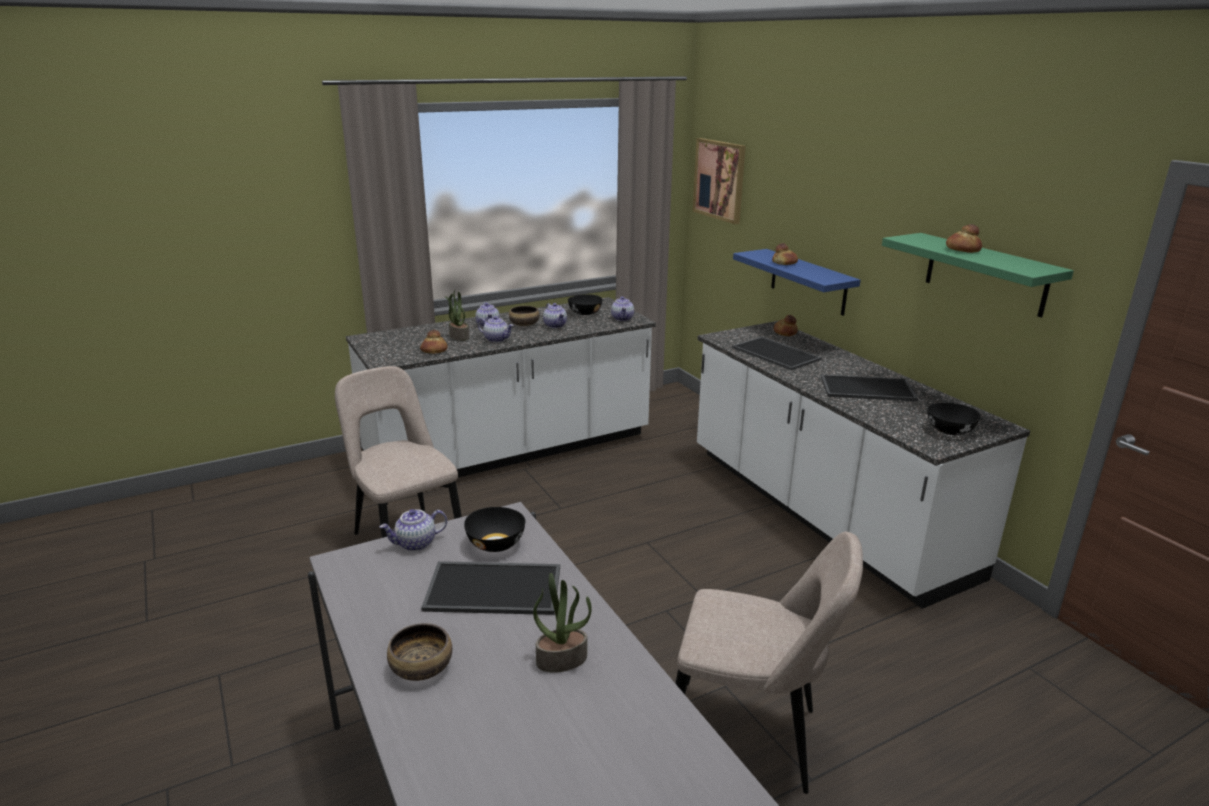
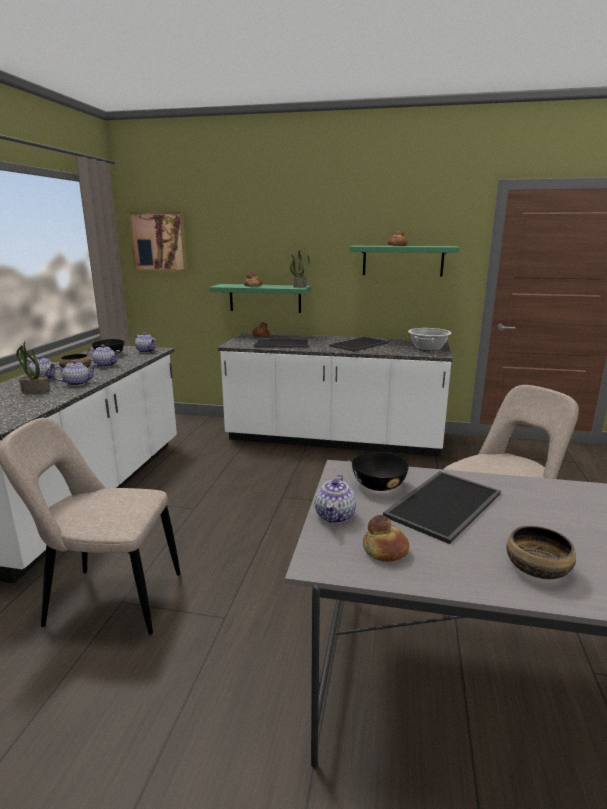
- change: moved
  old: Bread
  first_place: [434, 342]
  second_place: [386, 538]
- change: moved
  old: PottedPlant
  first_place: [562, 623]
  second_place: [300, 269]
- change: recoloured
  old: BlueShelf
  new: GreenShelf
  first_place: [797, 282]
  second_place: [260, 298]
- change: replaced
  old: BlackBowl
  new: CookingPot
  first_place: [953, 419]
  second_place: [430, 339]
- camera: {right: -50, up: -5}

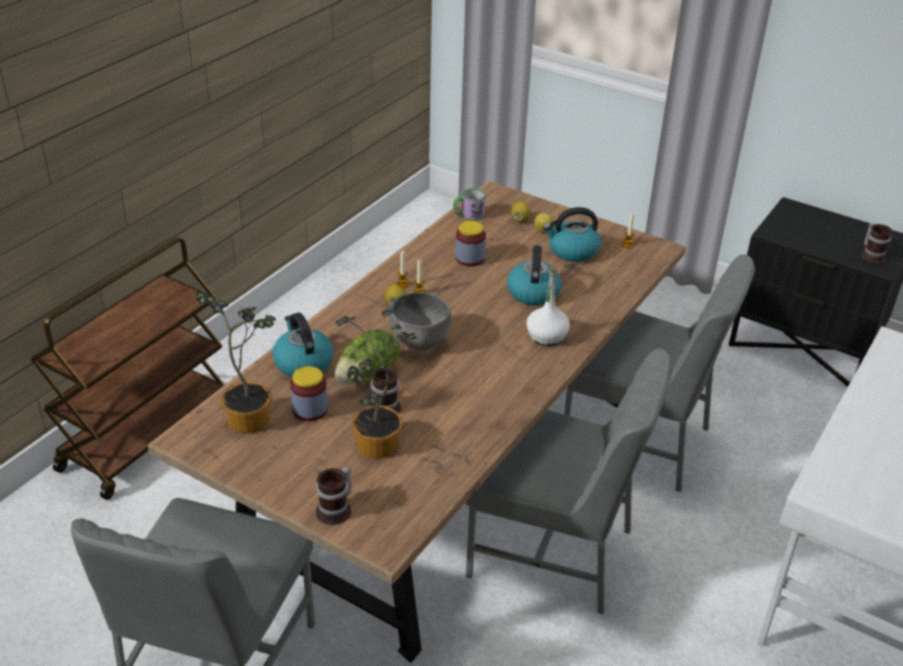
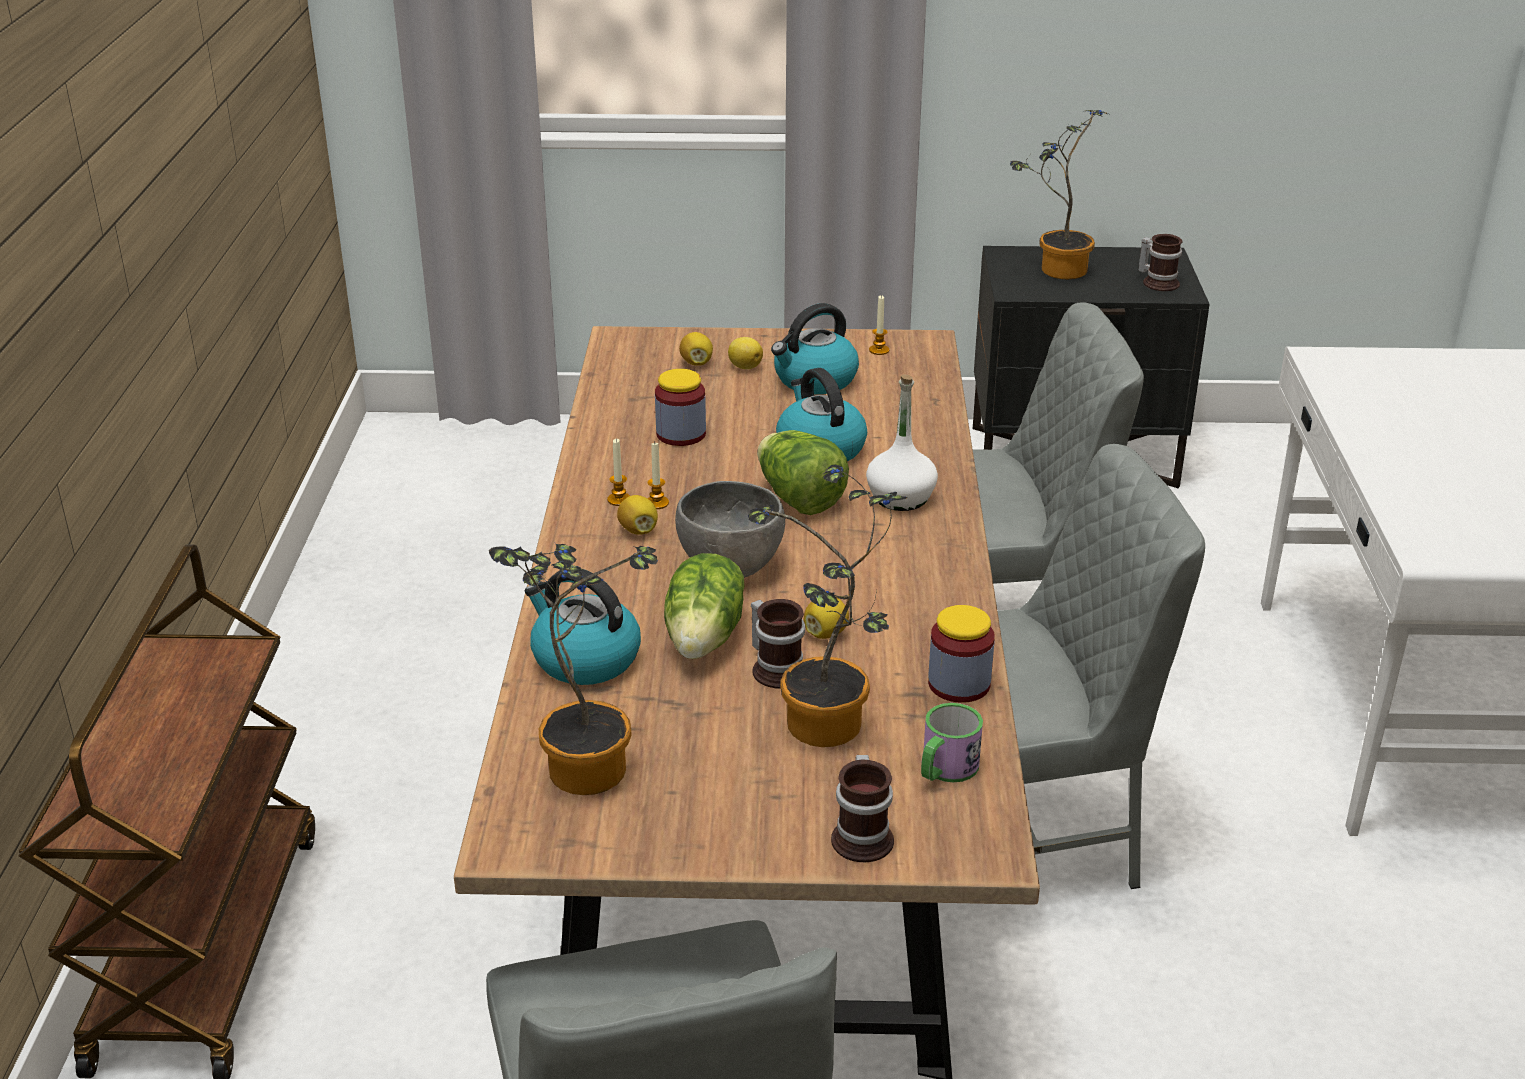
- change: moved
  old: Jar
  first_place: [309, 393]
  second_place: [961, 654]
- change: moved
  old: Mug
  first_place: [469, 205]
  second_place: [952, 742]
- change: added
  new: Lettuce
  second_place: [803, 472]
- change: added
  new: Lemon
  second_place: [826, 618]
- change: added
  new: PottedPlant
  second_place: [1060, 194]
- camera: {right: -30, up: -5}

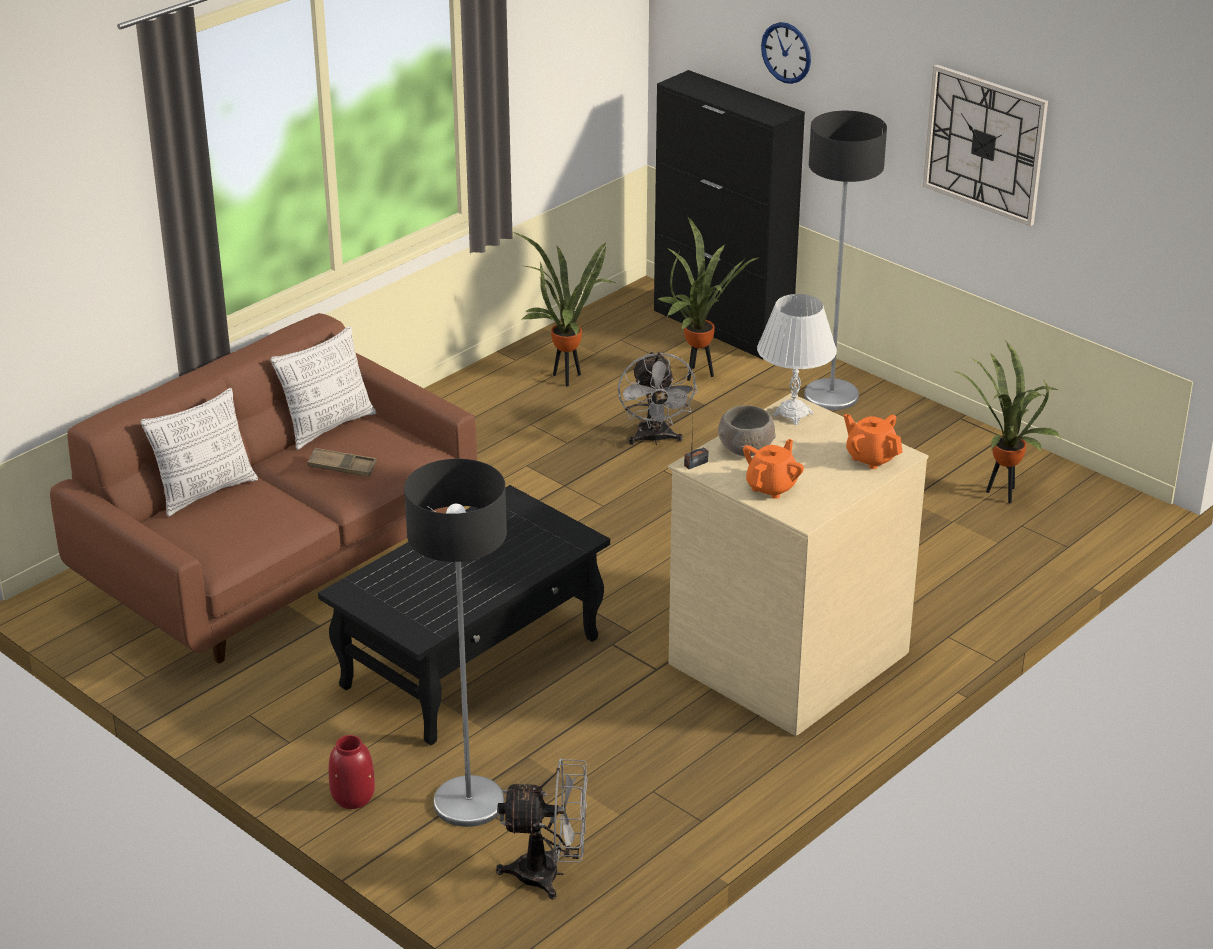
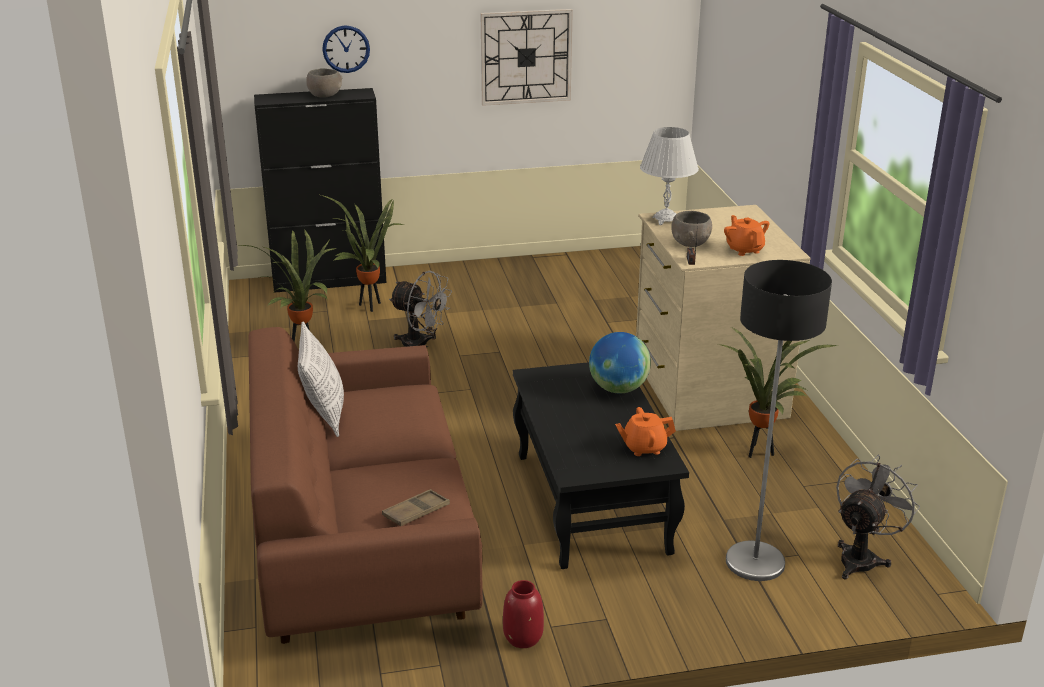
- change: removed
  old: Pillow
  first_place: [199, 452]
- change: moved
  old: BrownTray
  first_place: [342, 462]
  second_place: [416, 507]
- change: moved
  old: RedVase
  first_place: [352, 772]
  second_place: [523, 614]
- change: removed
  old: FloorLamp
  first_place: [845, 260]
- change: moved
  old: OrangeTeapot
  first_place: [873, 441]
  second_place: [645, 431]
- change: moved
  old: PottedPlant
  first_place: [1008, 422]
  second_place: [778, 392]
- change: added
  new: GreyBowl
  second_place: [324, 83]
- change: added
  new: Globe
  second_place: [620, 362]
- camera: {right: -55, up: -5}

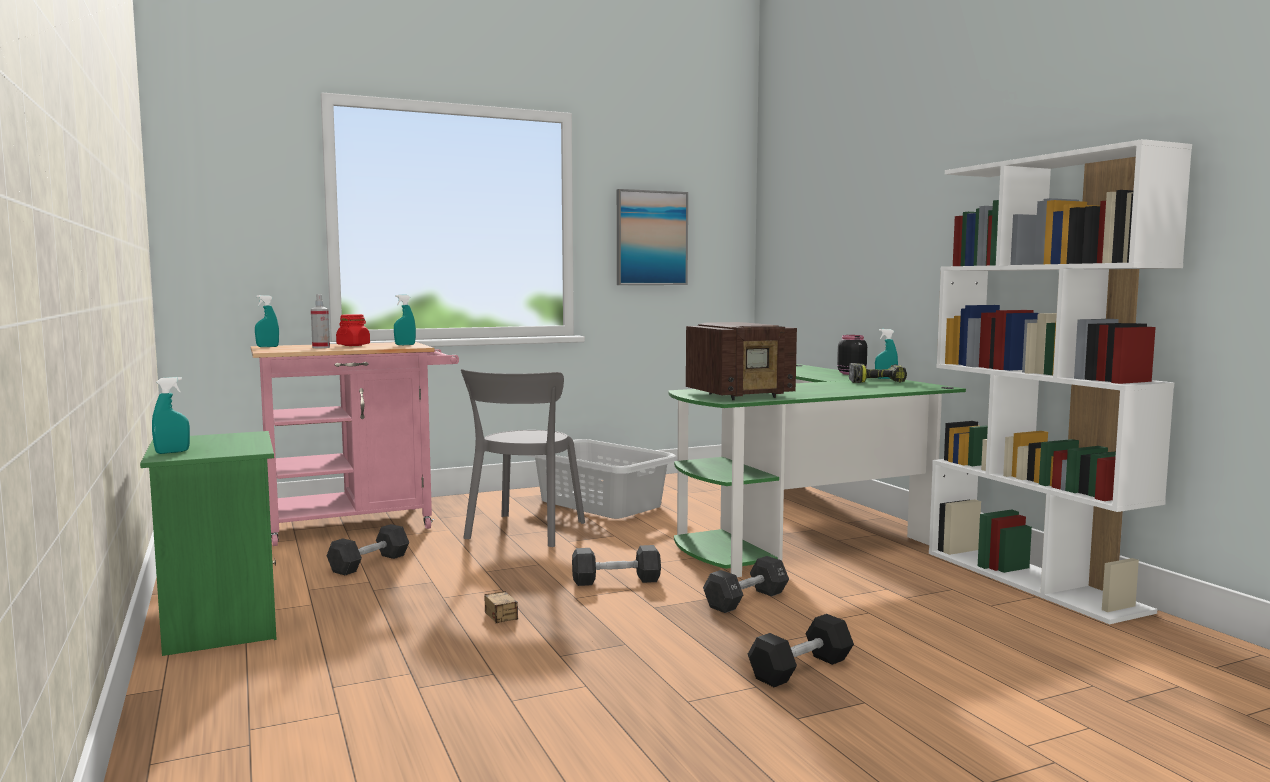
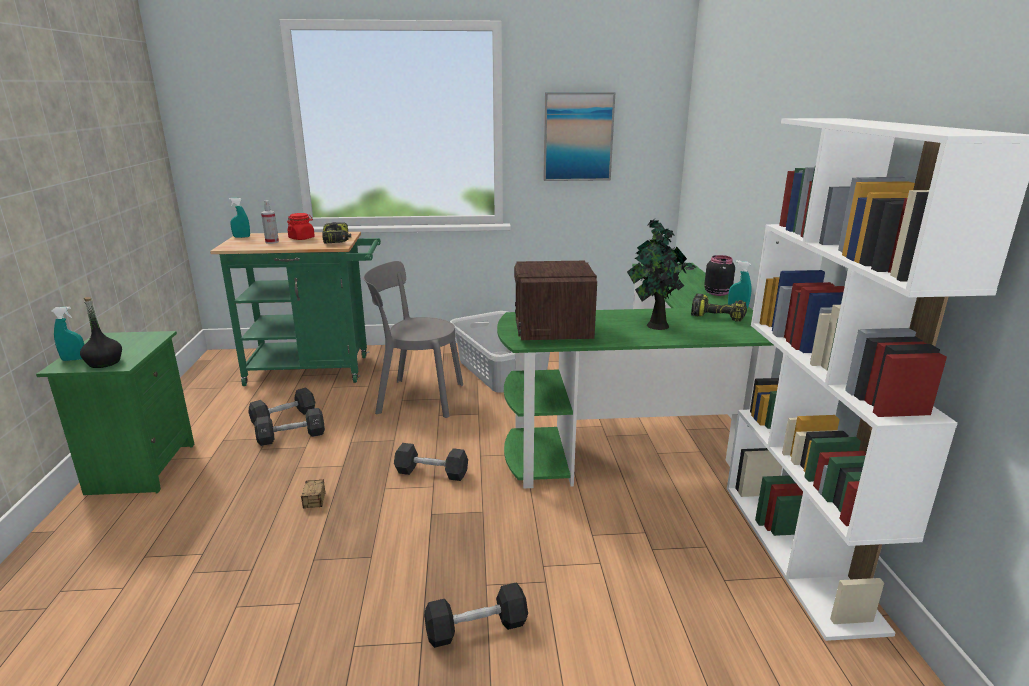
- change: recoloured
  old: PinkCart
  new: GreenCart
  first_place: [355, 444]
  second_place: [295, 309]
- change: replaced
  old: TurquoiseSprayBottle
  new: PowerDrill
  first_place: [405, 320]
  second_place: [336, 232]
- change: turned
  old: GreyChair
  first_place: [523, 458]
  second_place: [413, 339]
  degrees: 60
- change: turned
  old: Radio
  first_place: [741, 361]
  second_place: [555, 300]
  degrees: 90
- change: moved
  old: BlackDumbbell
  first_place: [746, 584]
  second_place: [289, 427]
- change: added
  new: BlackBottle
  second_place: [101, 332]
- change: added
  new: PottedPlant
  second_place: [661, 274]
- camera: {right: 20, up: 15}

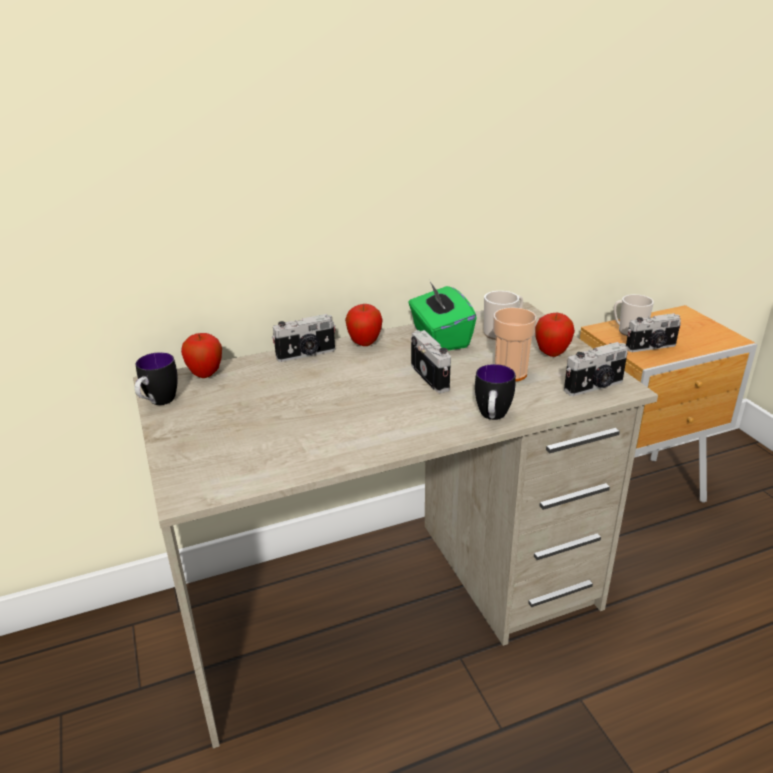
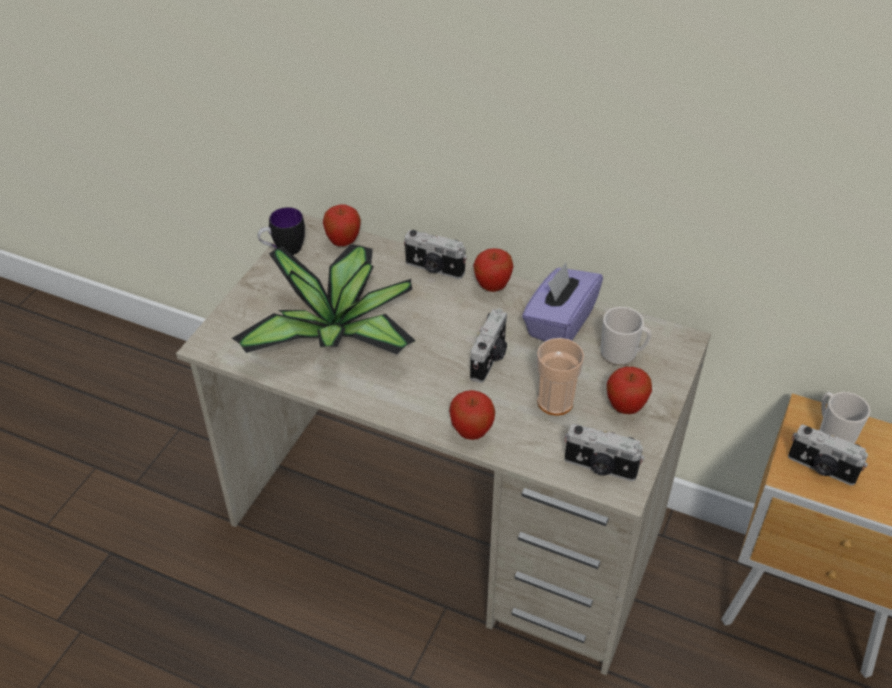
- change: recoloured
  old: GreenTissueBox
  new: PurpleTissueBox
  first_place: [442, 315]
  second_place: [562, 302]
- change: replaced
  old: Mug
  new: Apple
  first_place: [495, 392]
  second_place: [472, 415]
- change: added
  new: PottedPlant
  second_place: [324, 299]
- camera: {right: 45, up: 15}

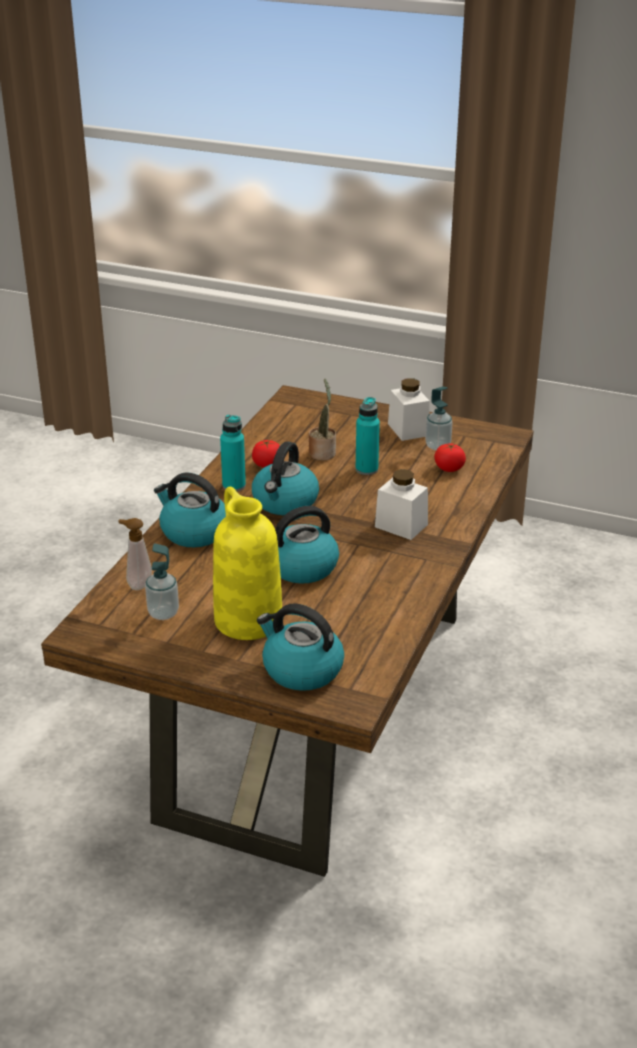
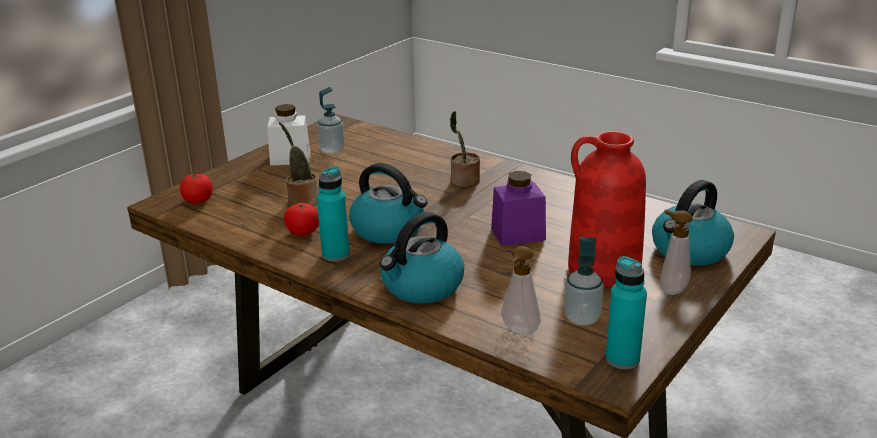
- change: recoloured
  old: YellowVase
  new: RedVase
  first_place: [247, 563]
  second_place: [607, 209]
- change: replaced
  old: Kettle
  new: PurpleJar
  first_place: [307, 545]
  second_place: [518, 208]
- change: moved
  old: TurquoiseBottle
  first_place: [368, 436]
  second_place: [626, 312]
- change: replaced
  old: WhiteJar
  new: PottedPlant
  first_place: [401, 504]
  second_place: [465, 149]
- change: moved
  old: Tomato
  first_place: [450, 457]
  second_place: [196, 188]
- change: added
  new: SoapDispenser
  second_place: [676, 252]
- camera: {right: -75, up: -5}

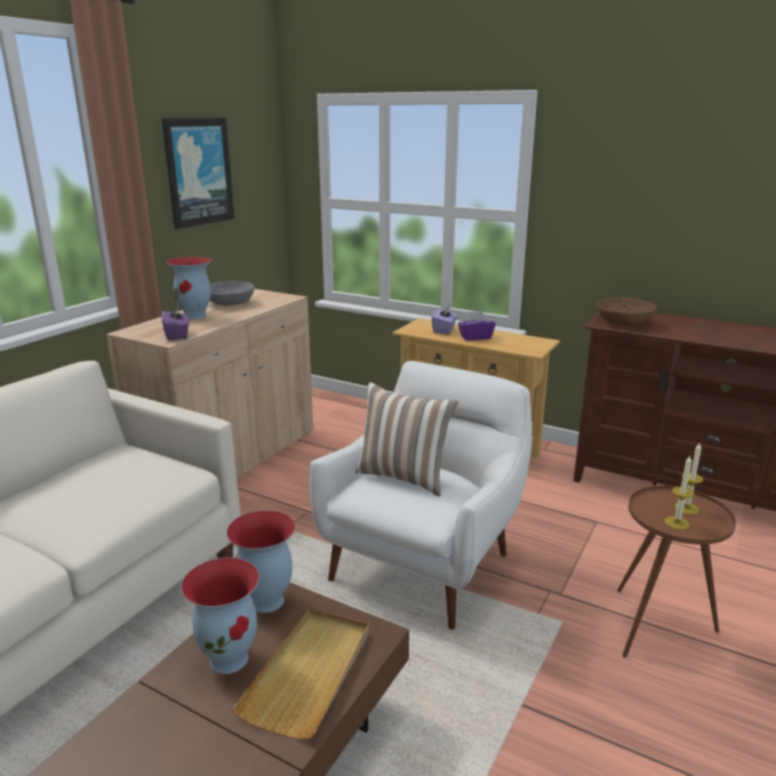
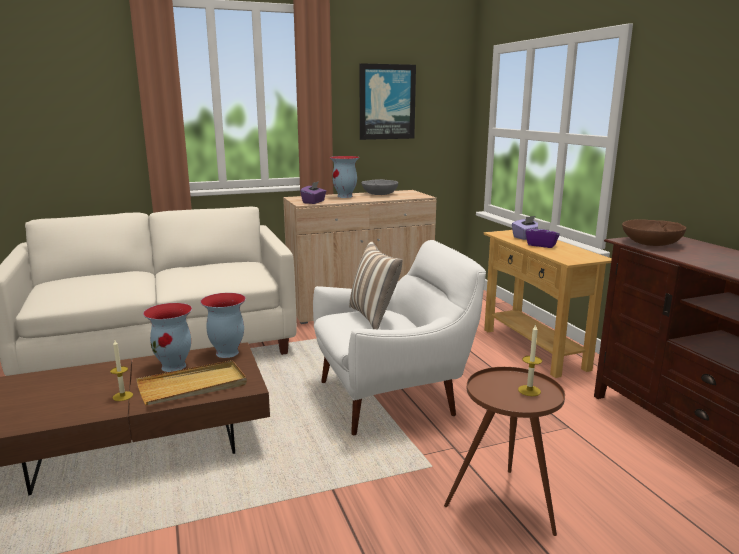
- change: moved
  old: Candle
  first_place: [679, 493]
  second_place: [121, 370]
- camera: {right: 40, up: -5}

